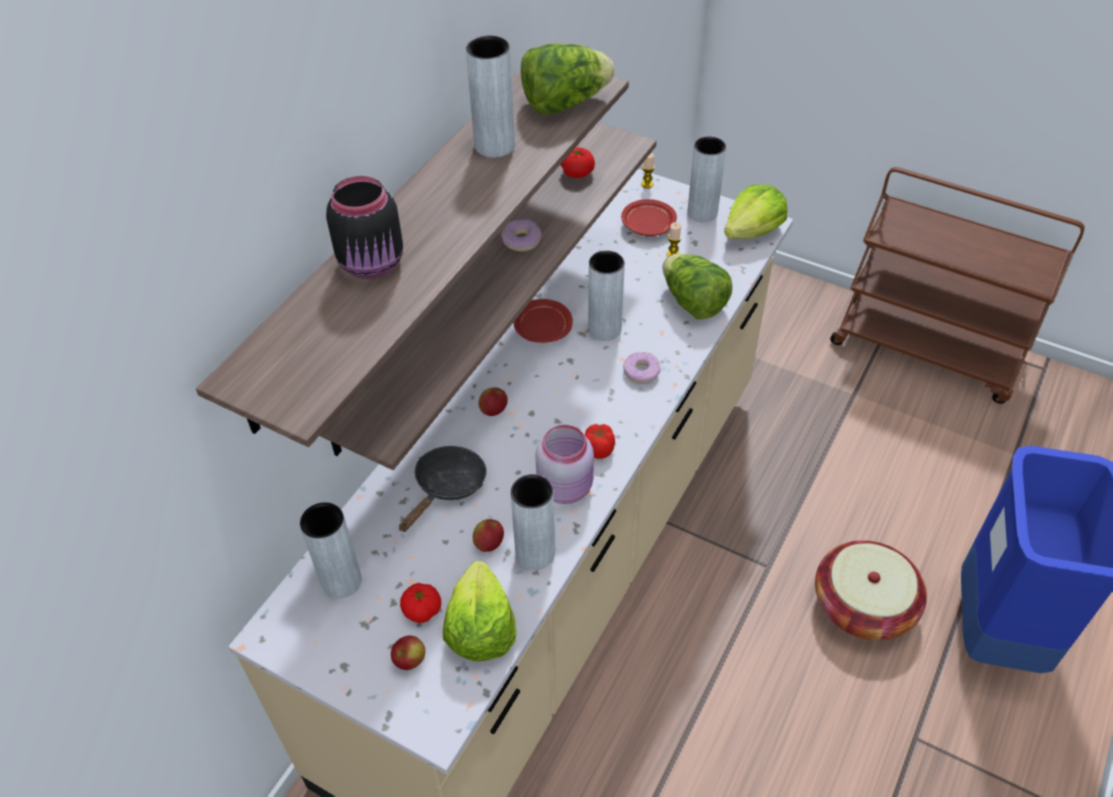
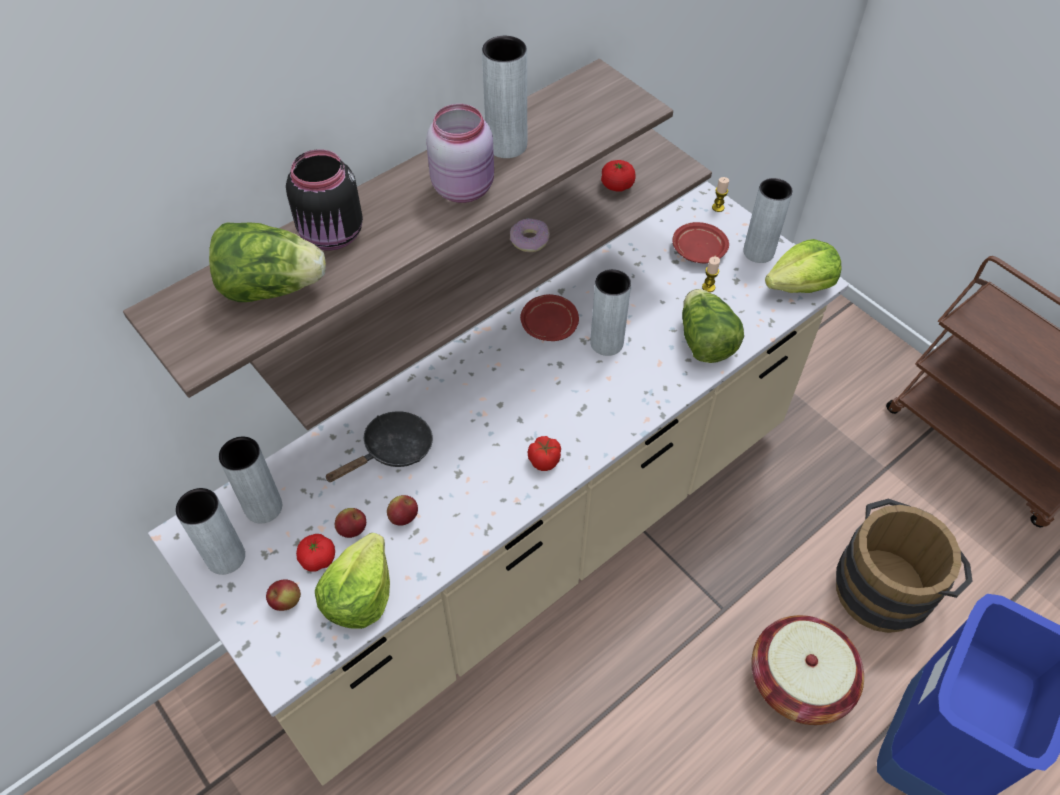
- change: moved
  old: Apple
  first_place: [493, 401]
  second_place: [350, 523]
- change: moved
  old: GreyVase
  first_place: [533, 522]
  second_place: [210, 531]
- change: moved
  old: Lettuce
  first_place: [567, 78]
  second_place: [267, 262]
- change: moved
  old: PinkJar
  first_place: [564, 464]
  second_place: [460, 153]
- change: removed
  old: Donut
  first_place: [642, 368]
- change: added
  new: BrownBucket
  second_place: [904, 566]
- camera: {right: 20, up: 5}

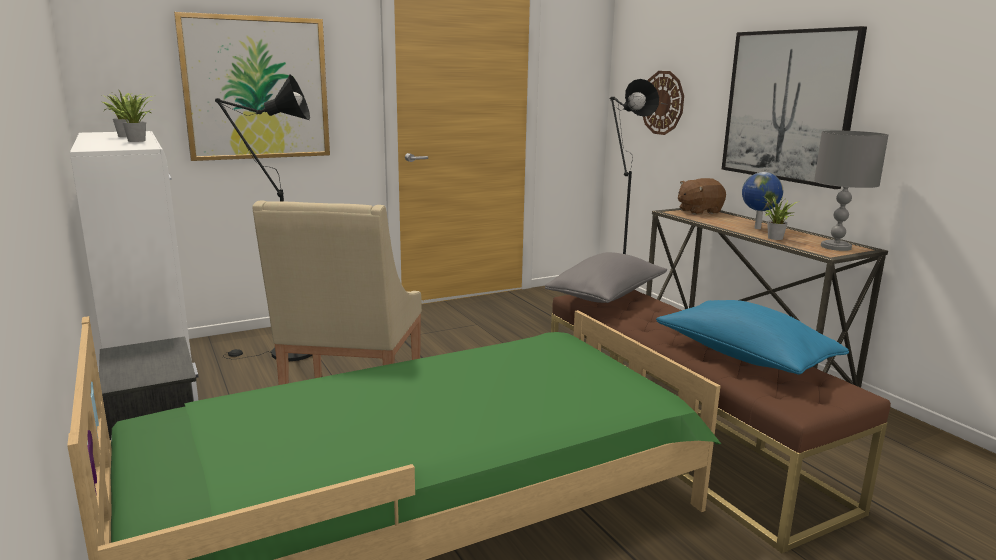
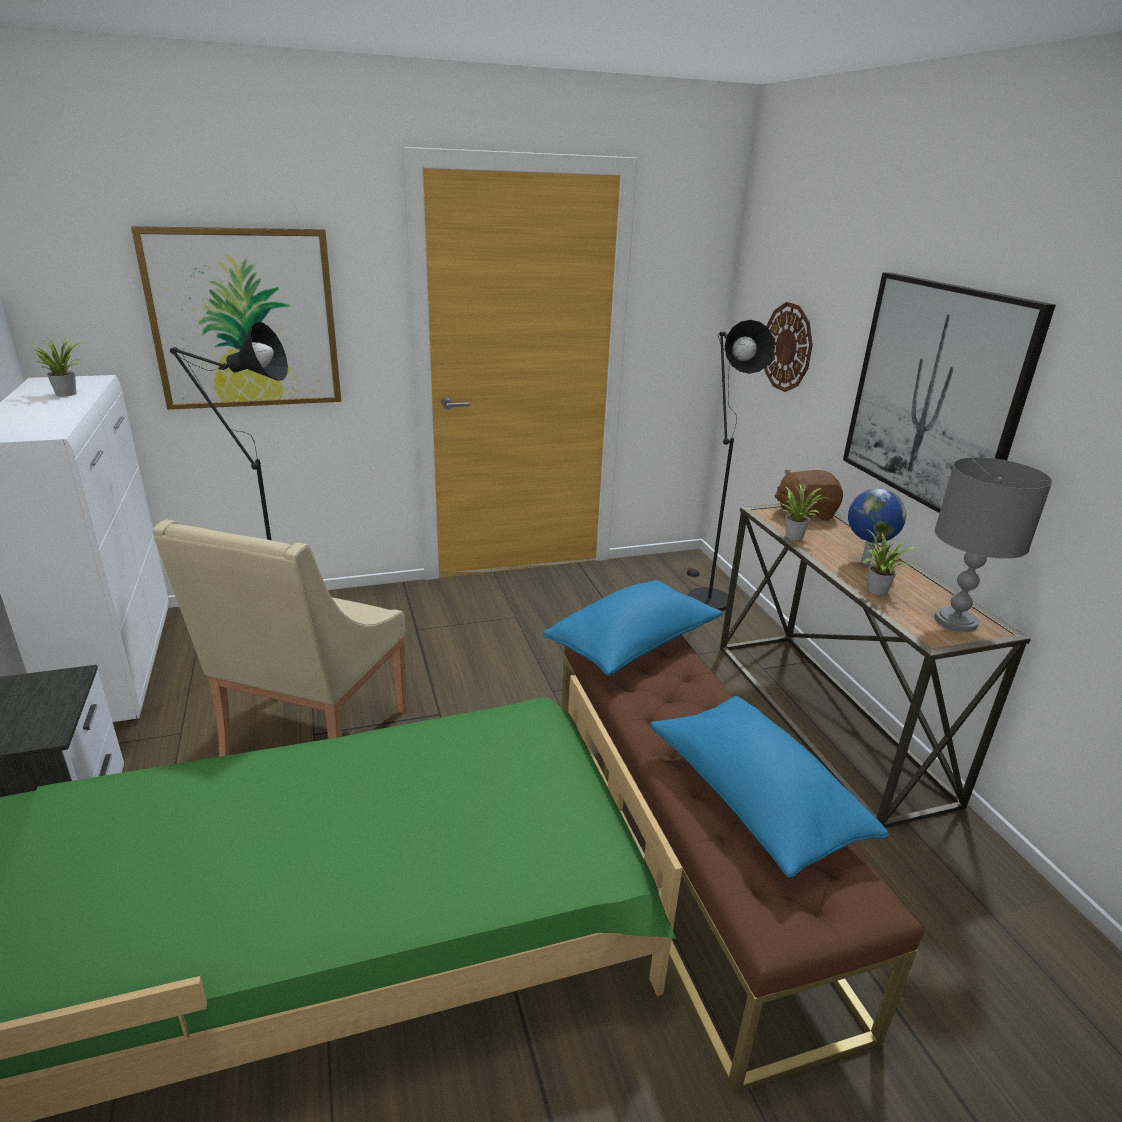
- change: moved
  old: PottedPlant
  first_place: [132, 117]
  second_place: [804, 512]
- change: recoloured
  old: GreyPillow
  new: BluePillow
  first_place: [606, 277]
  second_place: [633, 628]
- camera: {right: 10, up: 10}

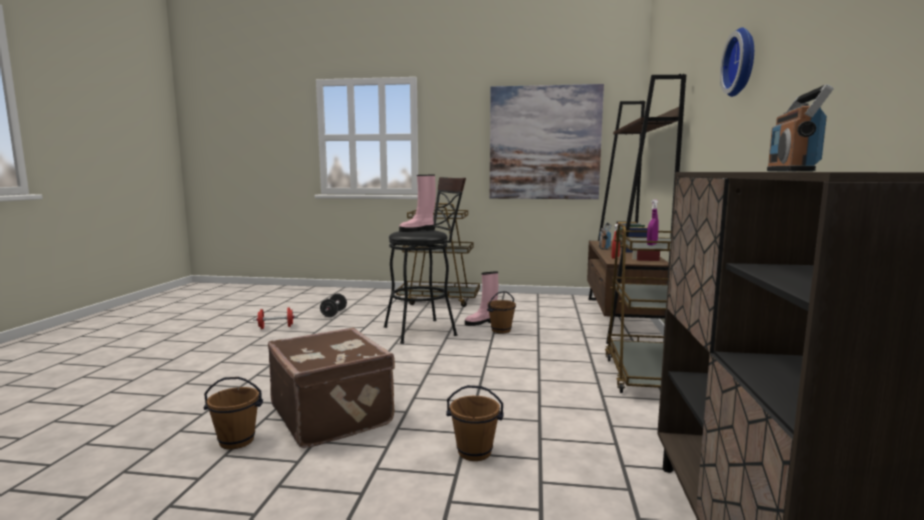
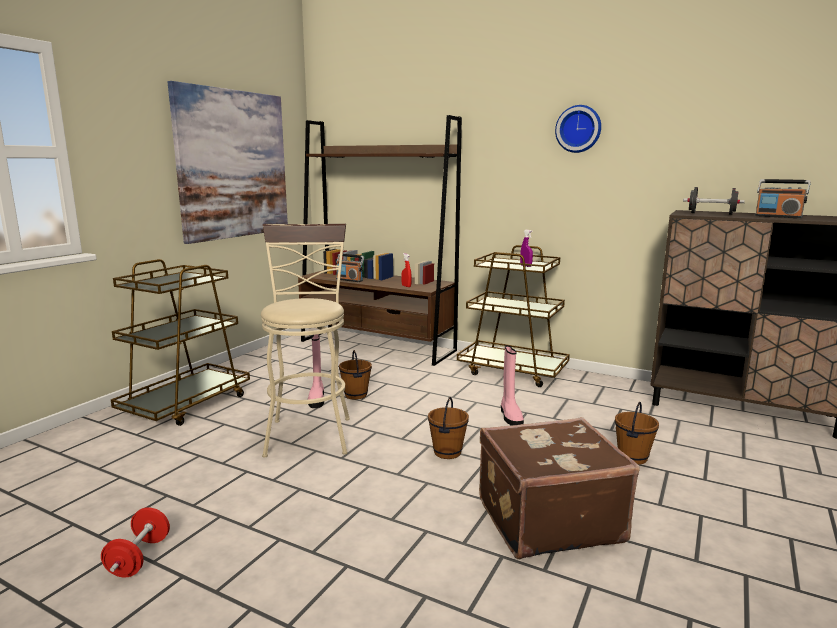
- change: moved
  old: BrownBucket
  first_place: [233, 413]
  second_place: [448, 428]
- change: moved
  old: BlackDumbbell
  first_place: [333, 305]
  second_place: [714, 201]
- change: recoloured
  old: BlackStool
  new: BeigeStool
  first_place: [425, 260]
  second_place: [305, 341]
- change: moved
  old: PinkBoot
  first_place: [417, 203]
  second_place: [512, 385]
- camera: {right: -70, up: 5}

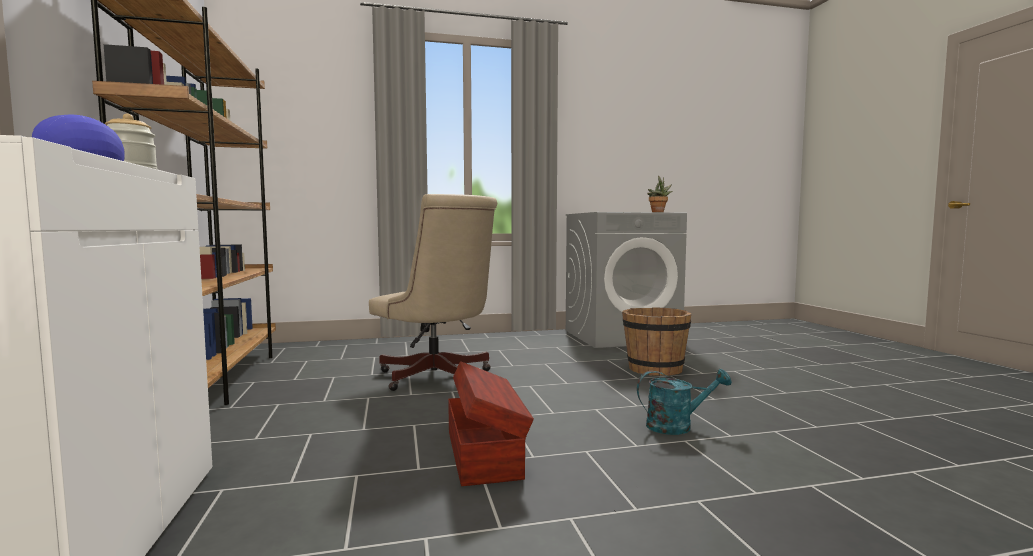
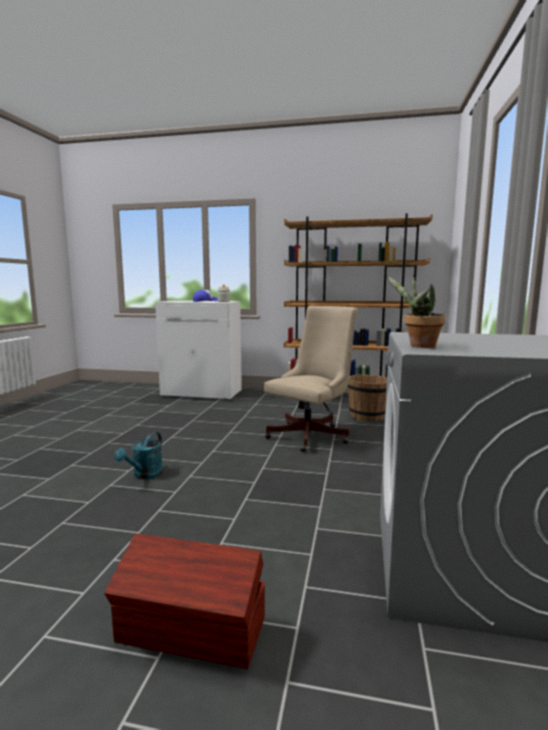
- change: turned
  old: BeigeOfficeChair
  first_place: [433, 292]
  second_place: [311, 379]
  degrees: 150
- change: moved
  old: BrownStorageBox
  first_place: [491, 423]
  second_place: [184, 601]
- change: moved
  old: BrownBucket
  first_place: [656, 341]
  second_place: [367, 398]
- camera: {right: 115, up: 5}

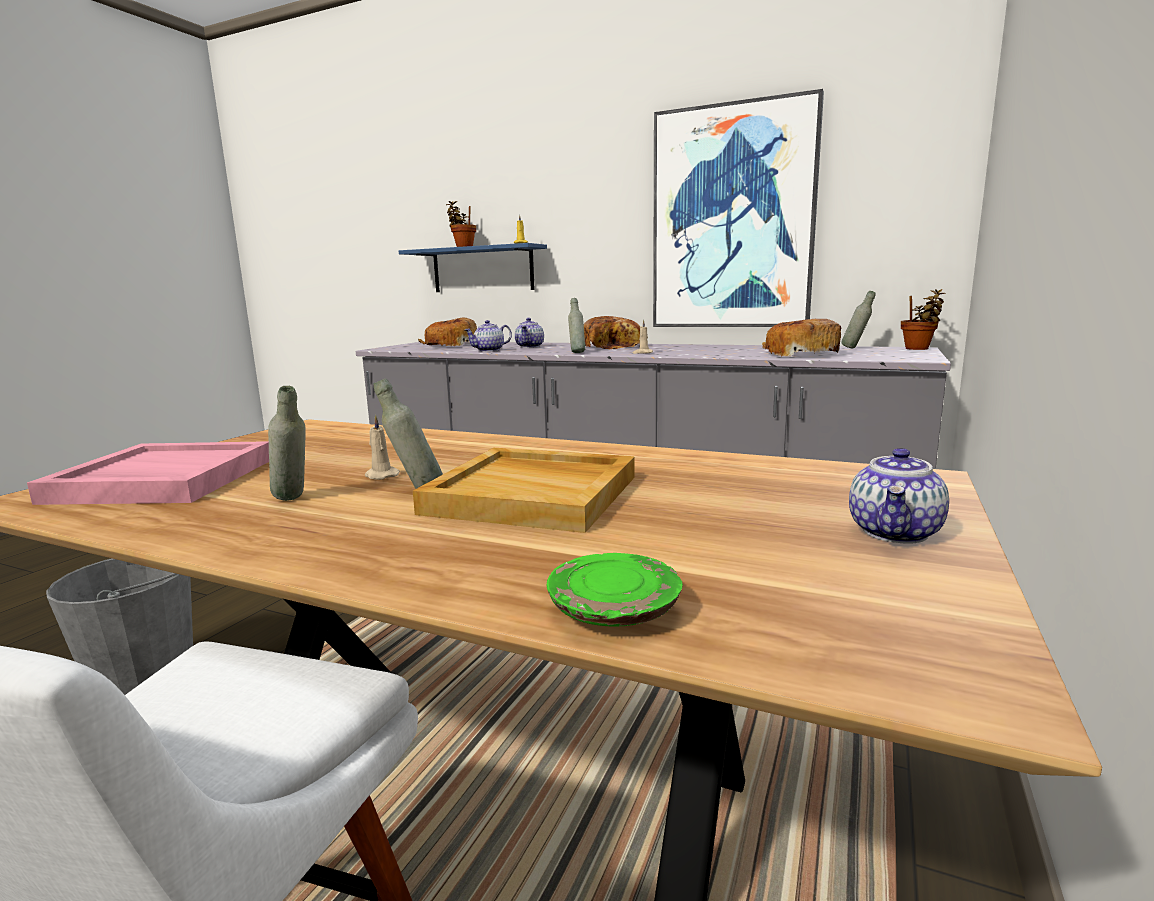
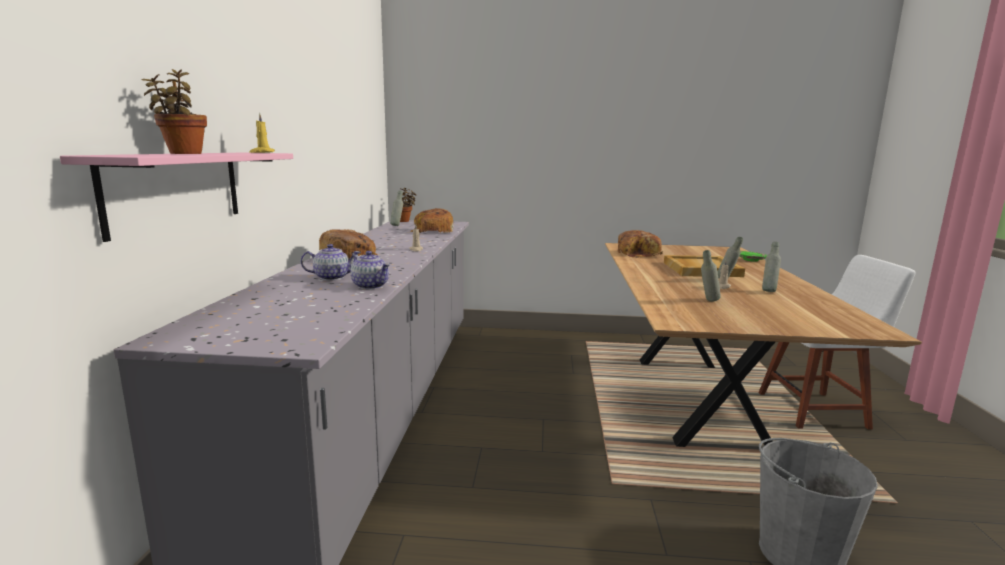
- change: removed
  old: PinkTray
  first_place: [148, 473]
- change: recoloured
  old: BlueShelf
  new: PinkShelf
  first_place: [473, 267]
  second_place: [176, 197]
- change: moved
  old: Bread
  first_place: [447, 332]
  second_place: [640, 244]
- change: moved
  old: GreyBottle
  first_place: [576, 325]
  second_place: [711, 276]
- change: removed
  old: Picture
  first_place: [738, 208]
- change: removed
  old: Teapot
  first_place: [899, 496]
- camera: {right: -110, up: 0}

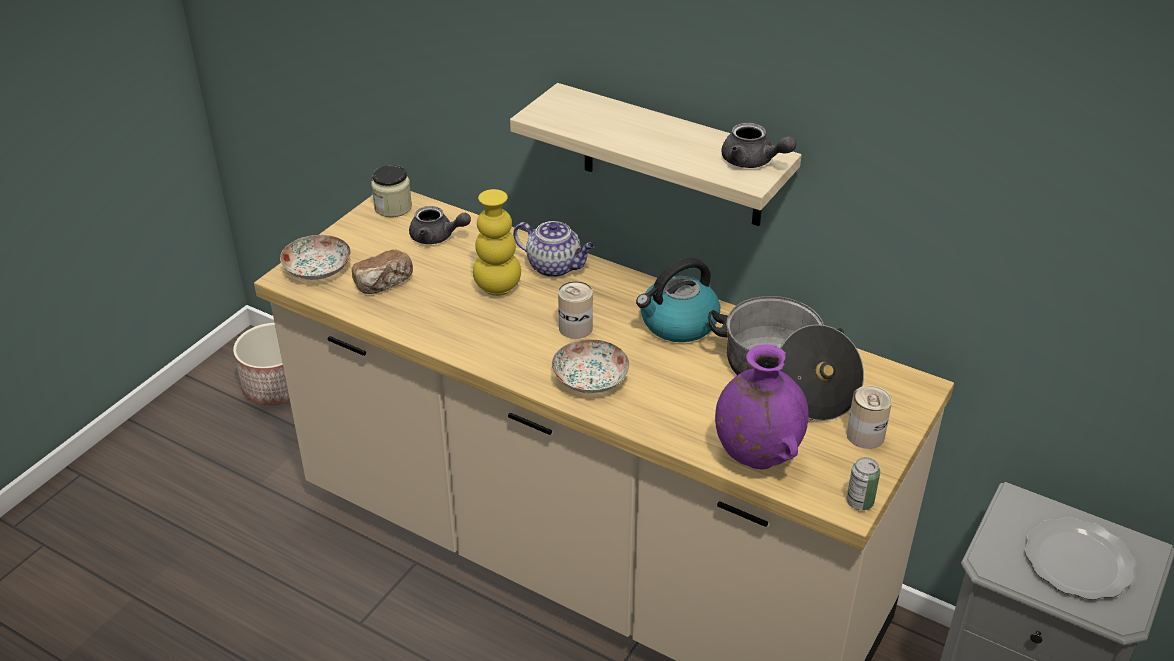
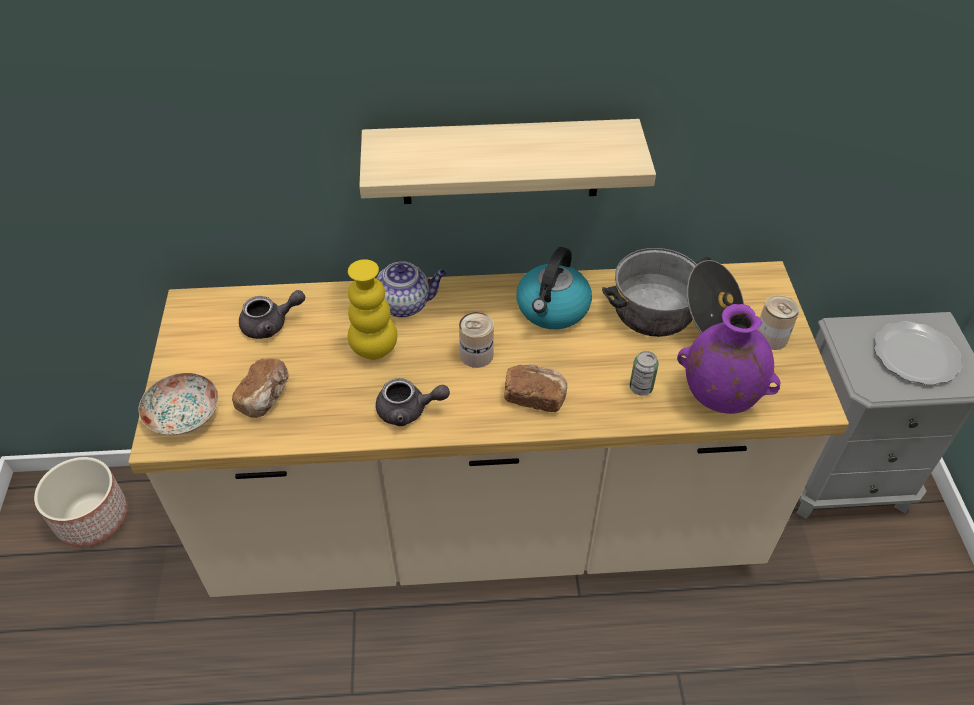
- change: removed
  old: Jar
  first_place: [391, 191]
- change: replaced
  old: Plate
  new: Bread
  first_place: [590, 366]
  second_place: [535, 388]
- change: moved
  old: GreyTeapot
  first_place: [759, 145]
  second_place: [413, 402]
- change: moved
  old: Can
  first_place: [863, 483]
  second_place: [644, 373]
- camera: {right: -35, up: 10}

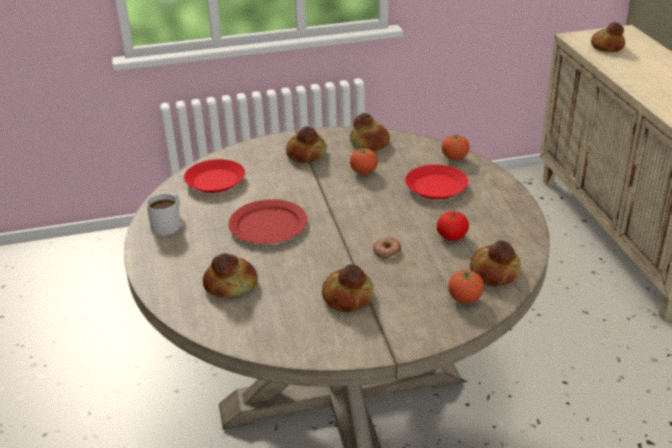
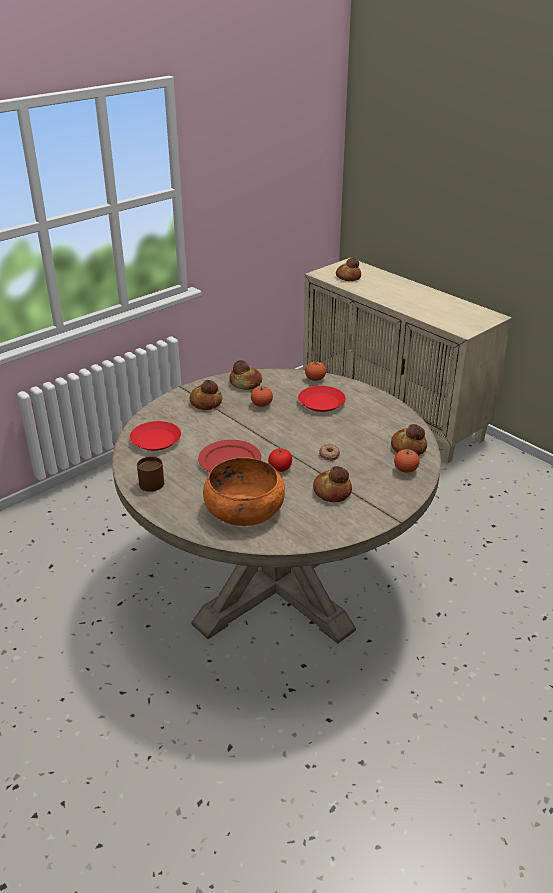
- change: recoloured
  old: WhiteMug
  new: BrownMug
  first_place: [163, 214]
  second_place: [150, 474]
- change: replaced
  old: Bread
  new: OrangeBowl
  first_place: [230, 275]
  second_place: [244, 491]
- change: moved
  old: Tomato
  first_place: [453, 226]
  second_place: [280, 460]
- camera: {right: -30, up: 0}

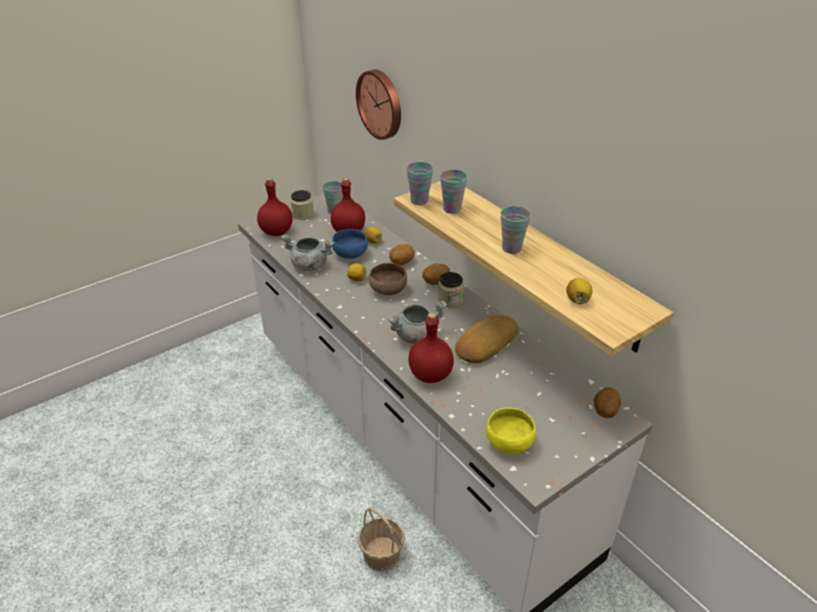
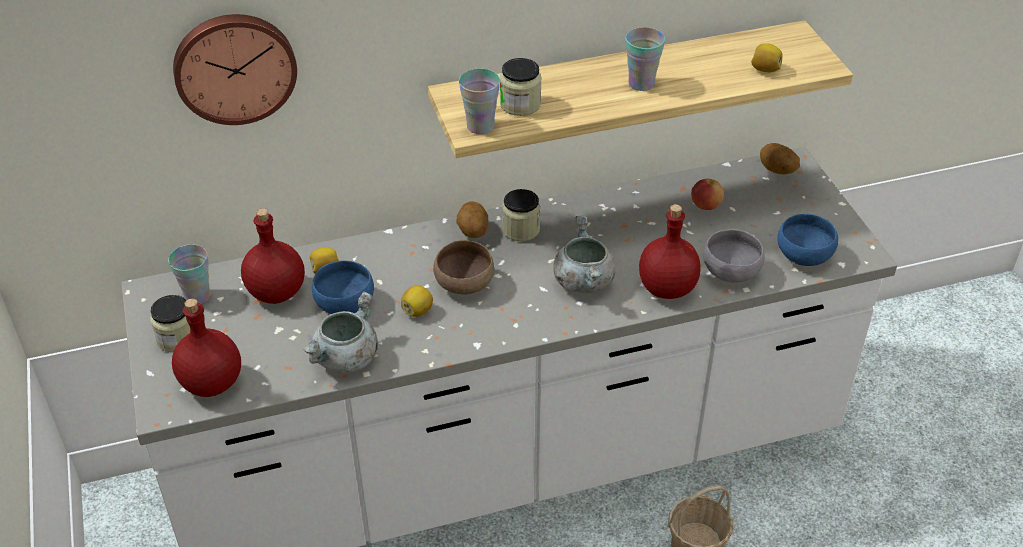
- change: removed
  old: Potato
  first_place: [402, 254]
- change: replaced
  old: Cup
  new: Jar
  first_place: [454, 192]
  second_place: [521, 87]
- change: removed
  old: Bread
  first_place: [486, 339]
- change: recoloured
  old: YellowBowl
  new: BlueBowl
  first_place: [511, 431]
  second_place: [807, 240]
- change: added
  new: Apple
  second_place: [707, 194]
- change: added
  new: GreyBowl
  second_place: [734, 256]
- camera: {right: -70, up: 5}

